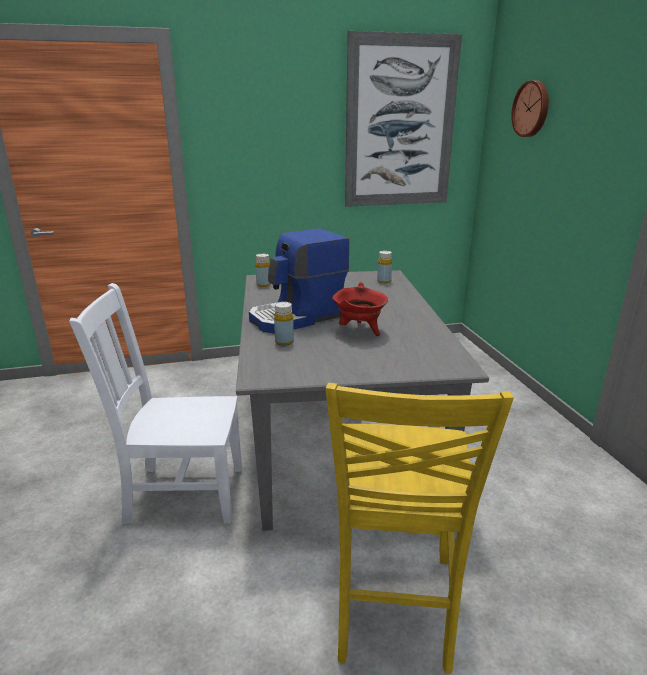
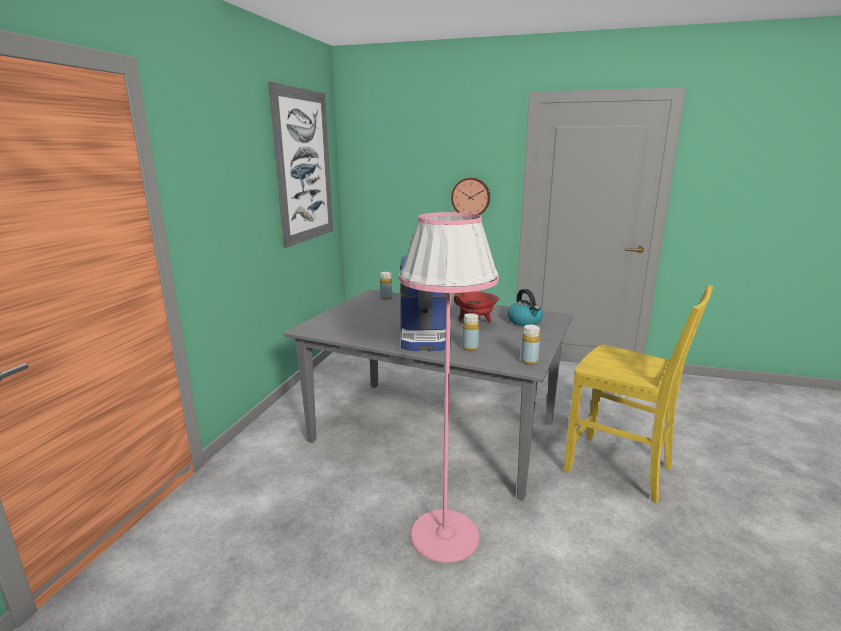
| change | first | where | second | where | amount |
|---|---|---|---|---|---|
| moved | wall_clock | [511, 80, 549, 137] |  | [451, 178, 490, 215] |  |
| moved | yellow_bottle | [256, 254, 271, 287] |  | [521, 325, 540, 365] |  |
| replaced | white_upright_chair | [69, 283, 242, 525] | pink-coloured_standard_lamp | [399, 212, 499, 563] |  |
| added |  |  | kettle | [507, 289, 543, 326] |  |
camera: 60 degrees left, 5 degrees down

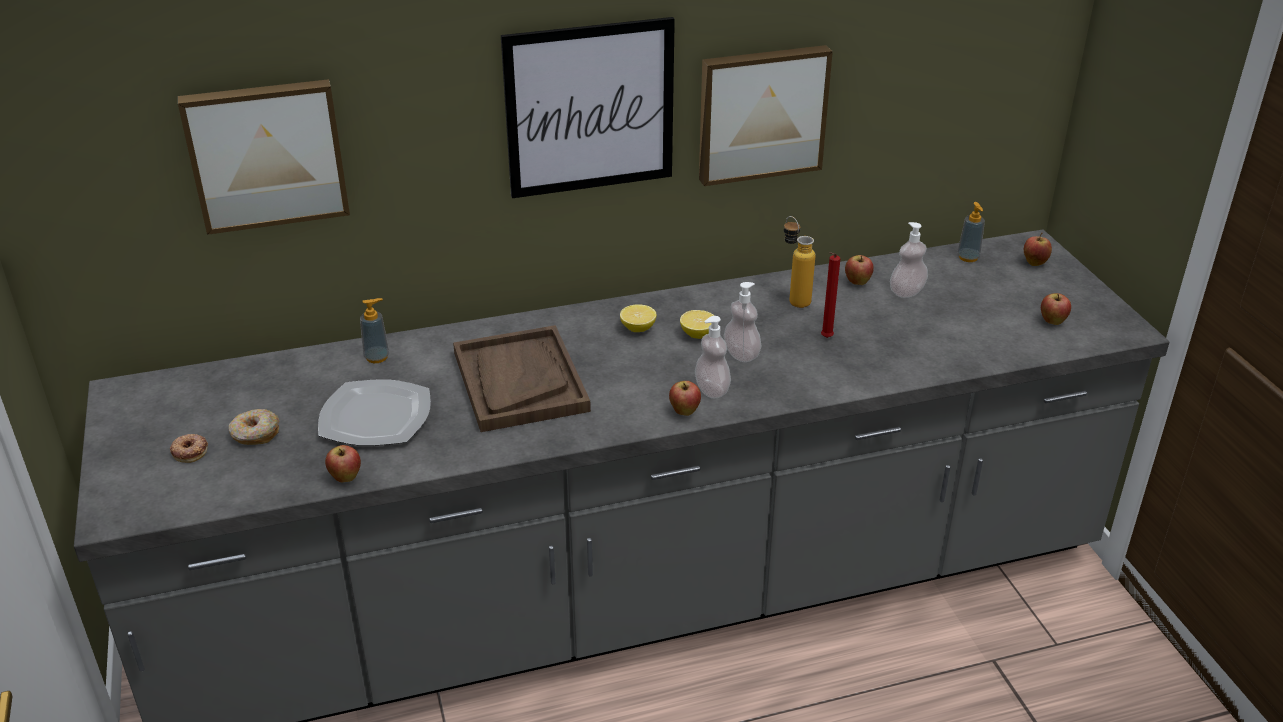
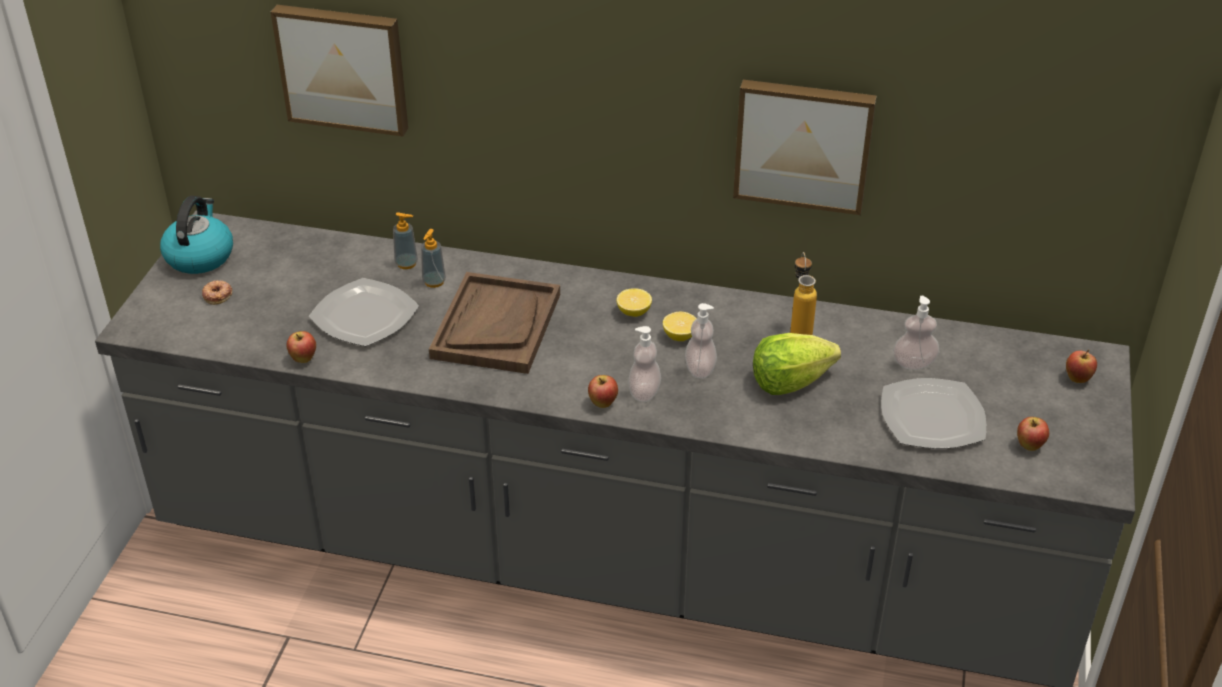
| change | first | where | second | where | amount |
|---|---|---|---|---|---|
| removed | wall_art | [501, 17, 675, 198] |  |  |  |
| moved | liquid_soap_bottle | [957, 202, 985, 262] |  | [421, 229, 446, 288] |  |
| replaced | reddish_wax_light | [821, 252, 840, 338] | head_of_lettuce | [753, 333, 841, 395] |  |
| removed | apple | [845, 255, 874, 285] |  |  |  |
| removed | donut | [229, 409, 279, 445] |  |  |  |
| added |  |  | kettle | [160, 196, 233, 274] |  |
| added |  |  | plate | [881, 378, 986, 449] |  |
camera: 30 degrees right, 5 degrees up

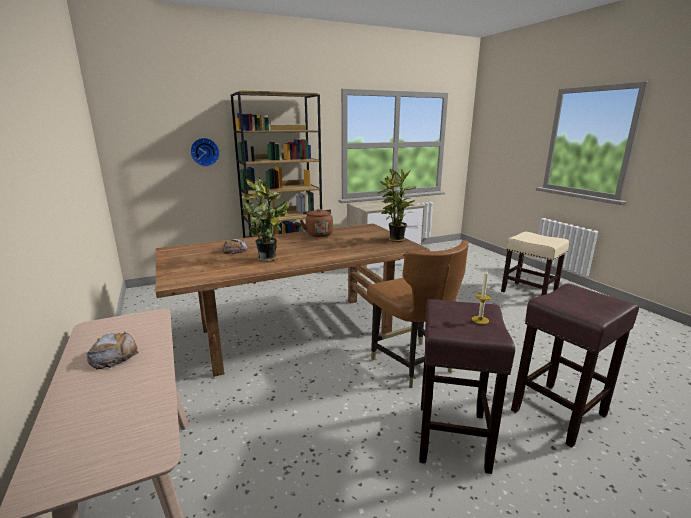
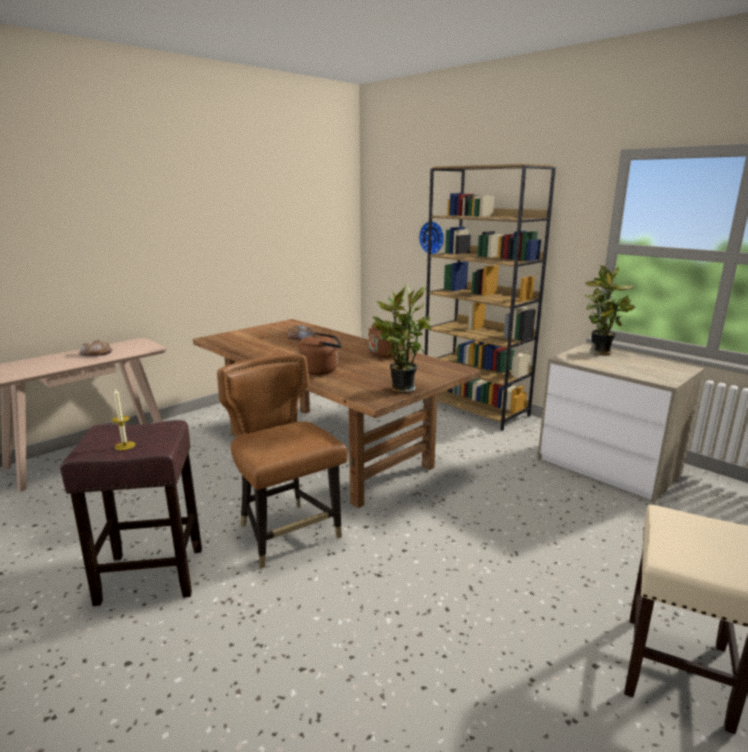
| change | first | where | second | where | amount |
|---|---|---|---|---|---|
| moved | plant_in_a_pot | [242, 178, 289, 262] |  | [585, 266, 636, 355] |  |
| turned | brownish_upright_chair | [367, 240, 469, 388] |  | [217, 354, 347, 569] | 105 degrees clockwise |
| removed | brownish_stool | [511, 283, 639, 448] |  |  |  |
| added |  |  | brownish_kettle | [298, 333, 342, 375] |  |
camera: 70 degrees right, 0 degrees up

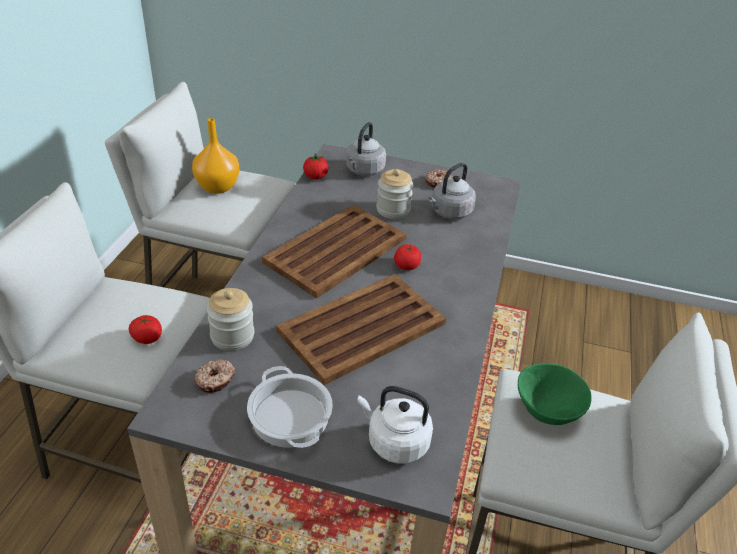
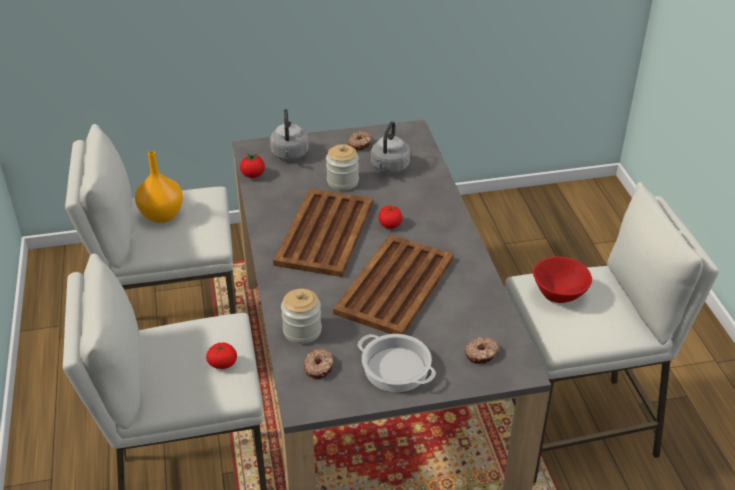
| change | first | where | second | where | amount |
|---|---|---|---|---|---|
| recoloured | green-coloured_bowl | [518, 363, 592, 425] | reddish_bowl | [533, 256, 592, 303] |  |
| replaced | white_kettle | [357, 386, 433, 464] | donut | [465, 337, 500, 364] |  |
camera: 25 degrees left, 0 degrees up

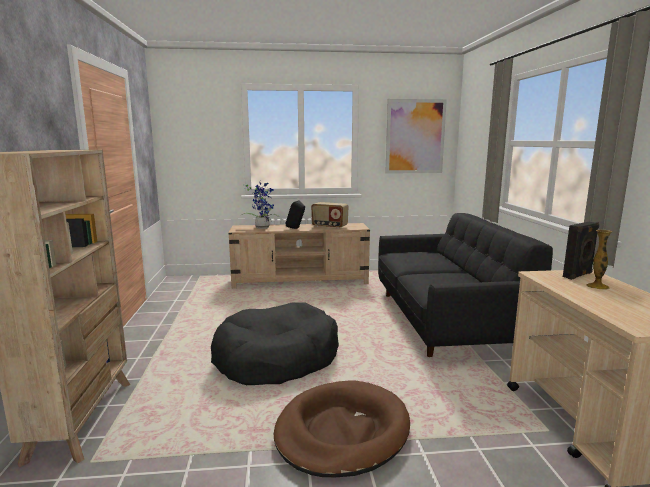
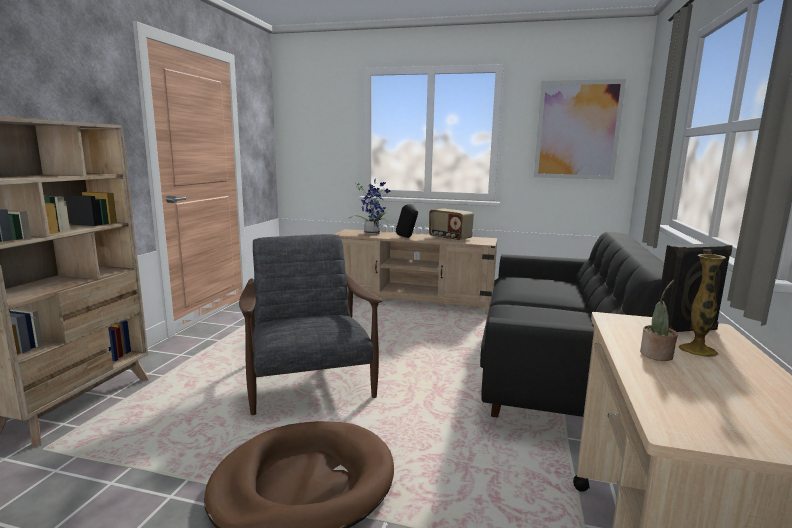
| change | first | where | second | where | amount |
|---|---|---|---|---|---|
| replaced | black-coloured_pet_bed | [211, 302, 339, 385] | greyish_easy_chair | [239, 234, 382, 415] |  |
| added |  |  | plant_in_a_pot | [640, 280, 678, 361] |  |
camera: 20 degrees right, 0 degrees up

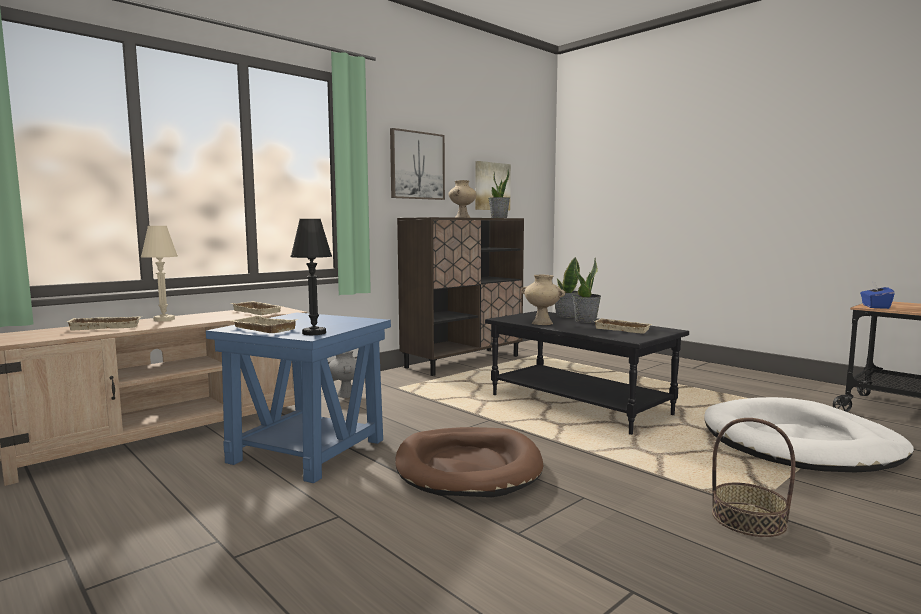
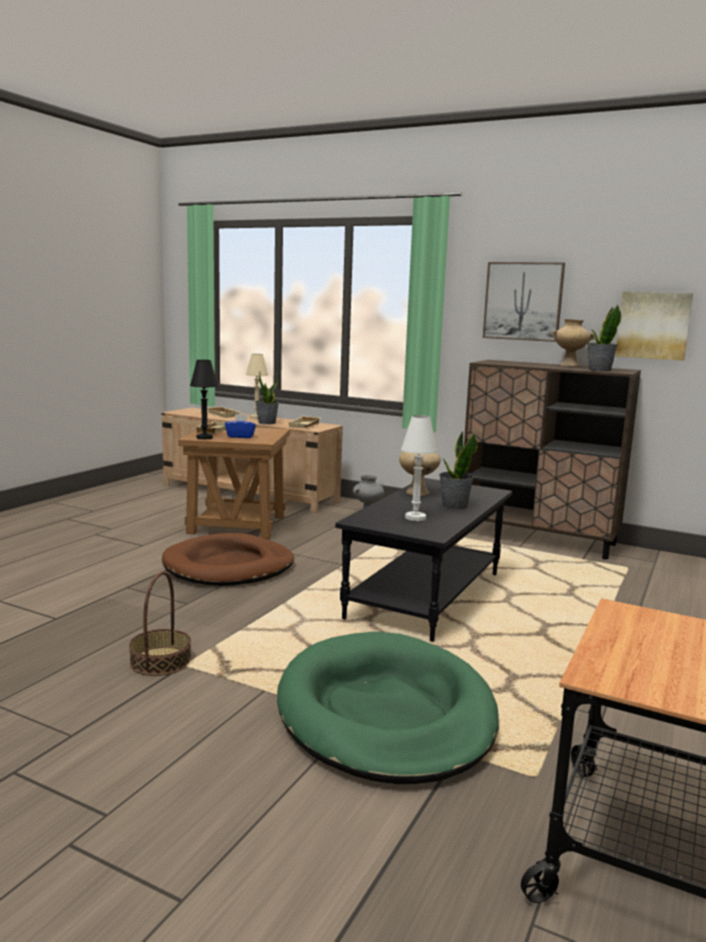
| change | first | where | second | where | amount |
|---|---|---|---|---|---|
| moved | plant_in_a_pot | [555, 257, 580, 318] |  | [255, 373, 279, 424] |  |
| moved | blue-coloured_tissue_box | [860, 281, 895, 309] |  | [225, 414, 256, 438] |  |
| recoloured | blue-coloured_side_table | [206, 312, 391, 483] | brownish_side_table | [178, 427, 290, 539] |  |
| replaced | beige_serving_tray | [595, 318, 652, 334] | white_tabletop_lamp | [401, 415, 438, 521] |  |
| recoloured | white_pet_bed | [704, 397, 914, 472] | green-coloured_pet_bed | [277, 631, 499, 784] |  |
camera: 70 degrees right, 5 degrees up

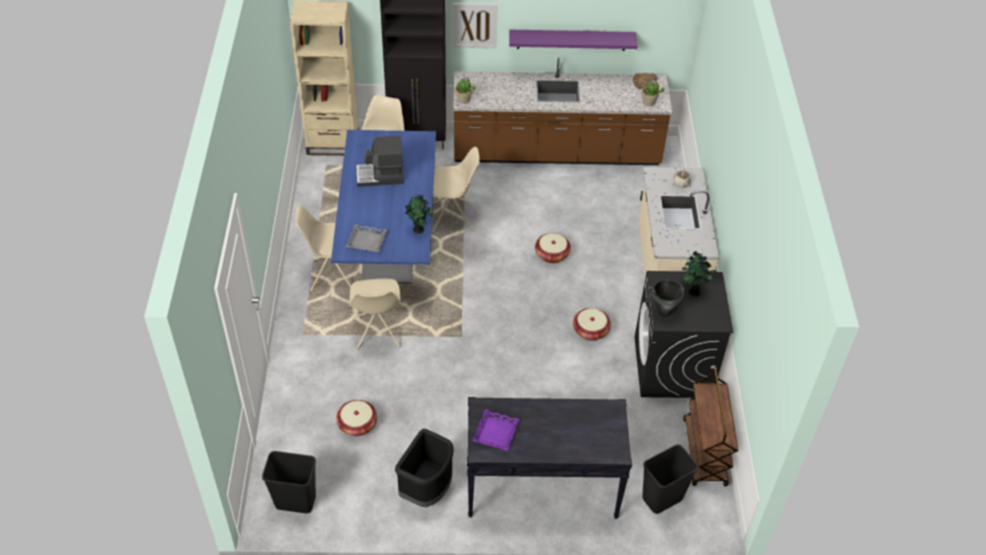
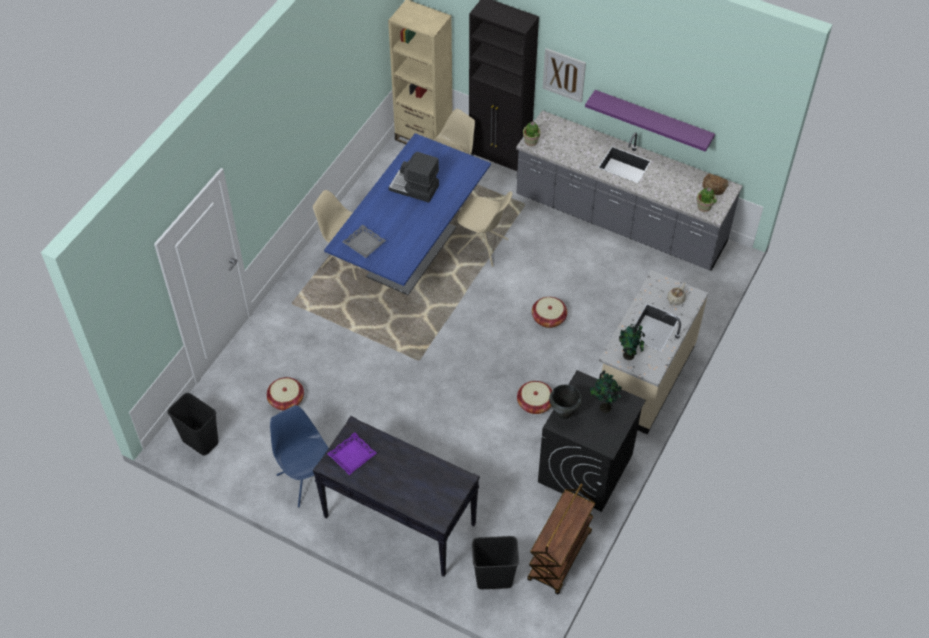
| change | first | where | second | where | amount |
|---|---|---|---|---|---|
| recoloured | brownish_counter | [453, 58, 672, 165] | greyish_counter | [516, 110, 742, 271] |  |
| moved | plant_in_a_pot | [405, 193, 433, 234] |  | [619, 324, 645, 360] |  |
| removed | beige_upright_chair | [350, 279, 401, 350] |  |  |  |
| replaced | black-coloured_rubbish_bin | [395, 429, 454, 507] | blue-coloured_upright_chair | [270, 405, 329, 507] |  |
camera: 30 degrees right, 5 degrees up

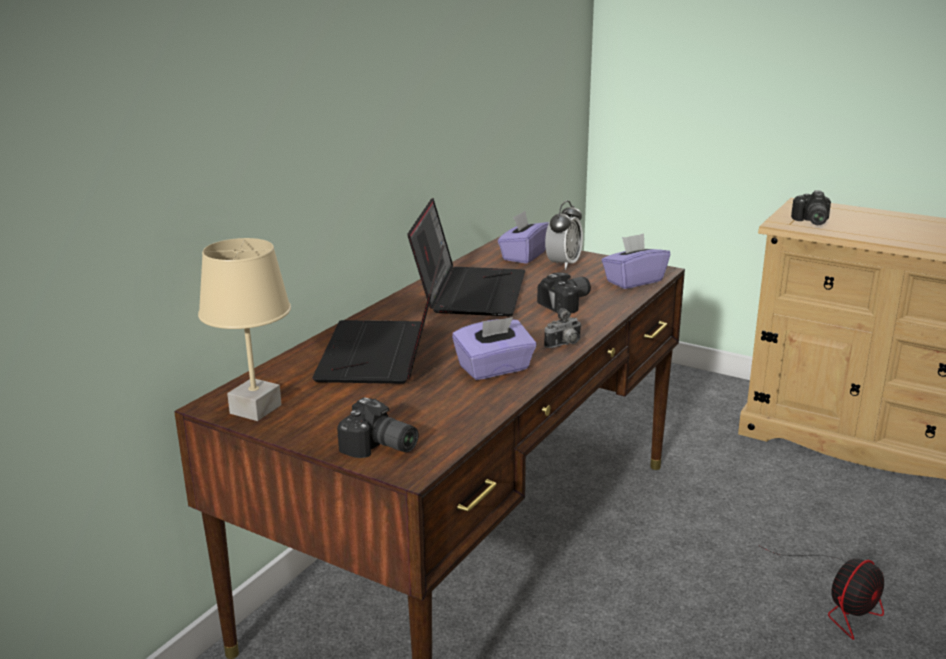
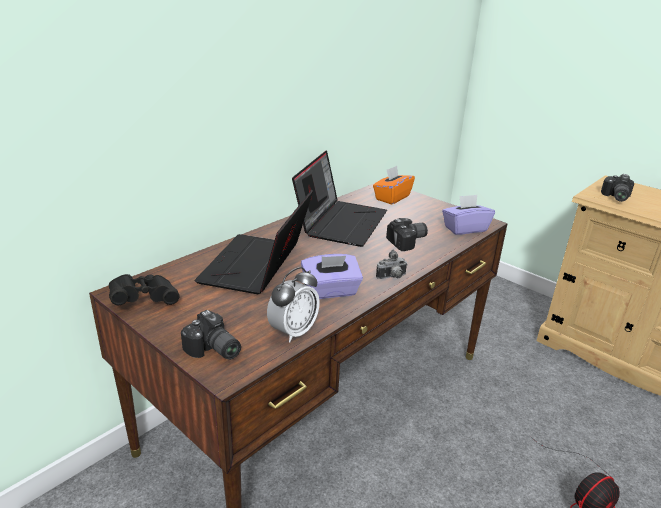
| change | first | where | second | where | amount |
|---|---|---|---|---|---|
| moved | alarm_clock | [545, 200, 583, 270] |  | [267, 267, 320, 343] |  |
| recoloured | purplish_tissue_box | [498, 211, 549, 264] | orangey_tissue_box | [373, 166, 415, 205] |  |
| replaced | beige_tabletop_lamp | [198, 238, 291, 421] | black-coloured_binoculars | [109, 274, 179, 305] |  |
camera: 10 degrees right, 5 degrees up

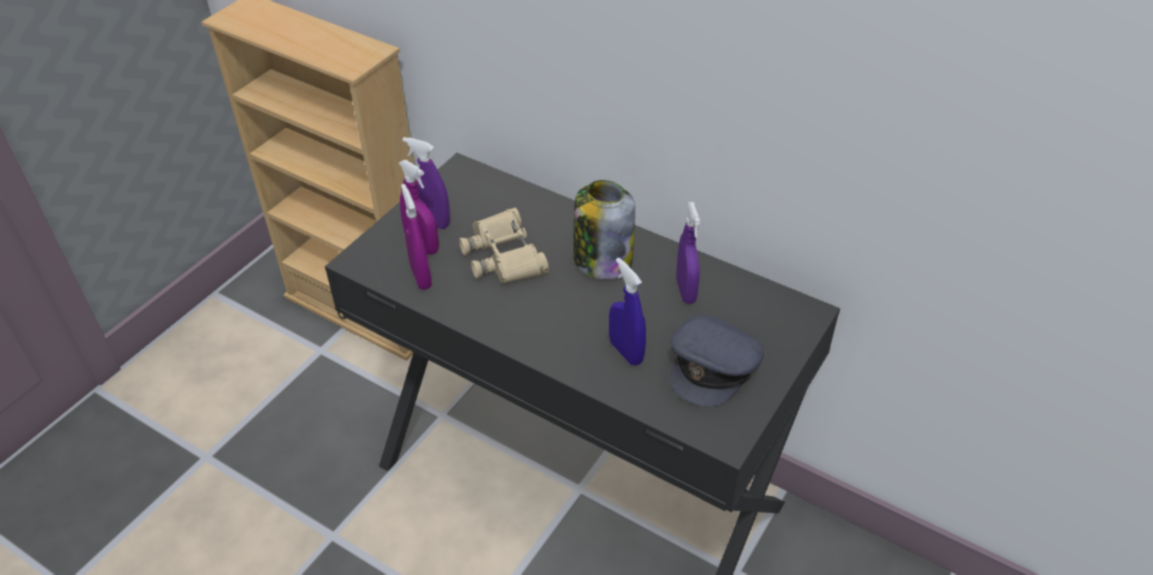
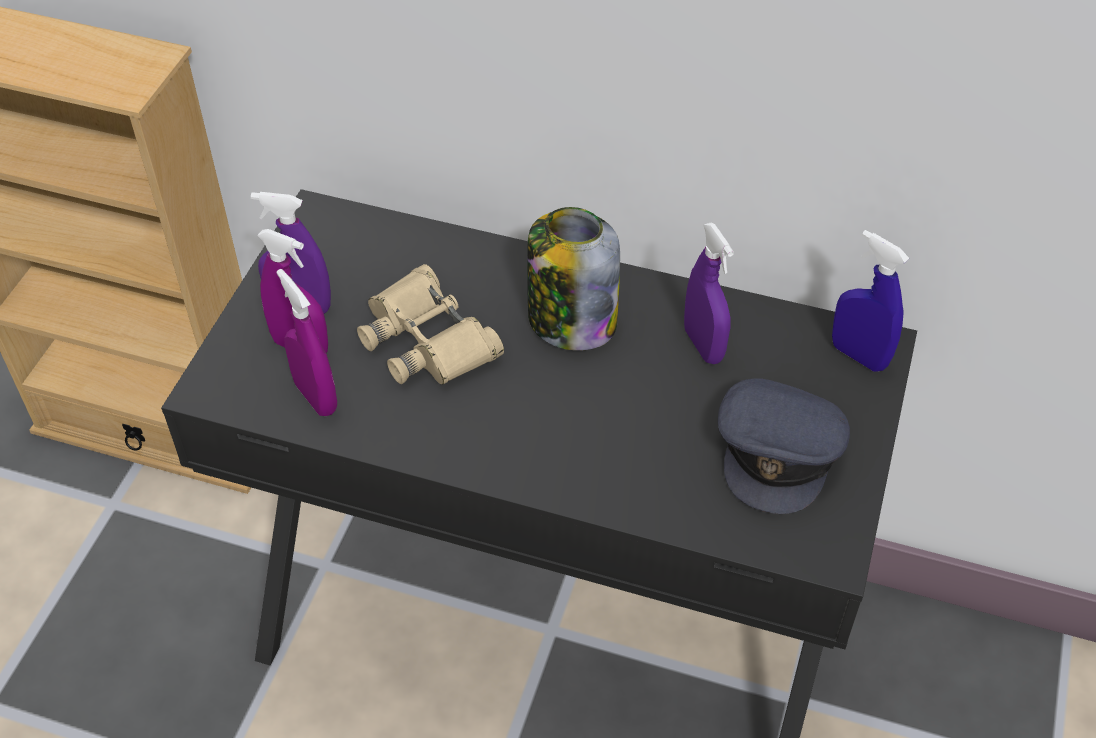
| change | first | where | second | where | amount |
|---|---|---|---|---|---|
| moved | blue-coloured_hand_sprayer | [609, 258, 646, 366] |  | [832, 230, 909, 372] |  |
camera: 15 degrees left, 5 degrees up

